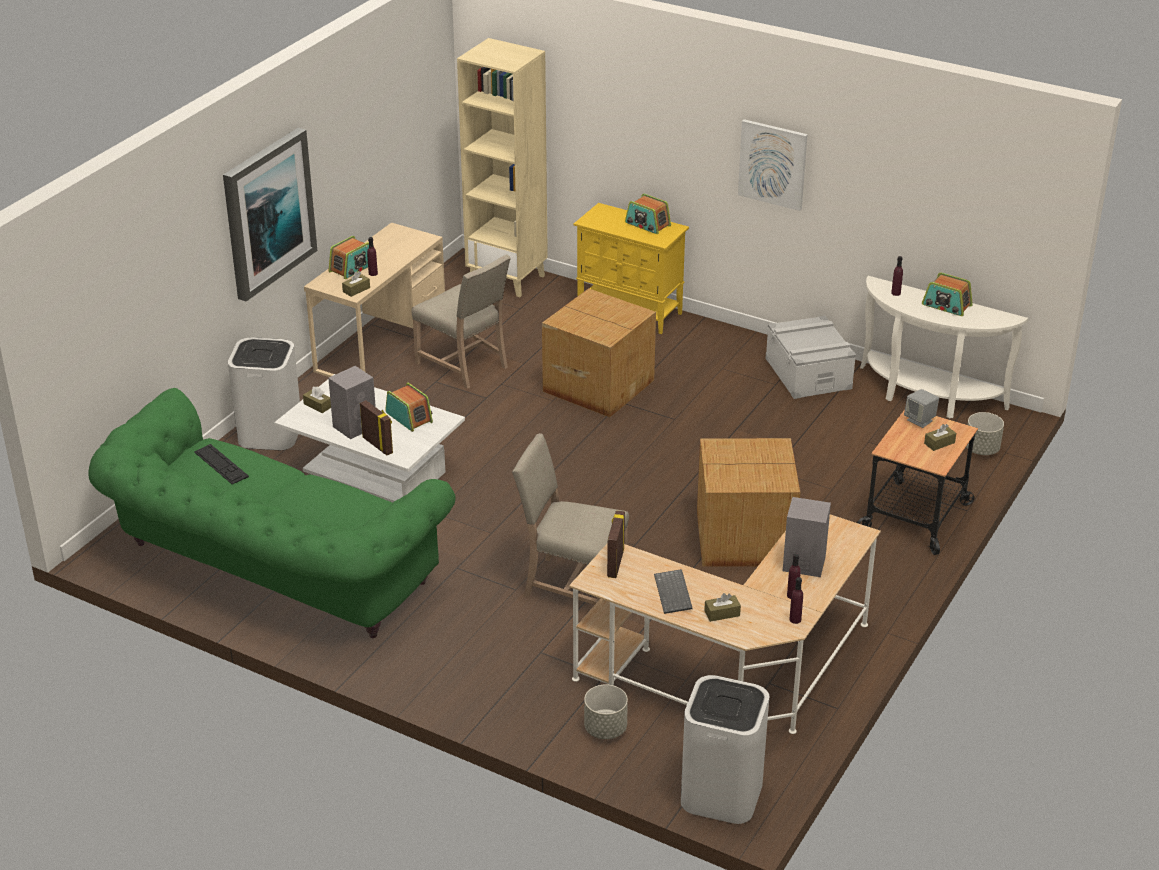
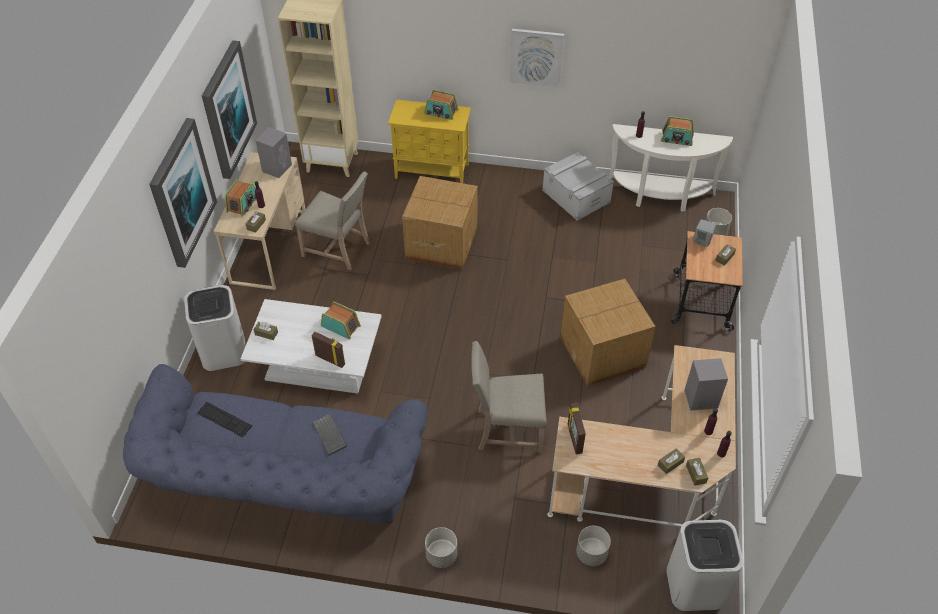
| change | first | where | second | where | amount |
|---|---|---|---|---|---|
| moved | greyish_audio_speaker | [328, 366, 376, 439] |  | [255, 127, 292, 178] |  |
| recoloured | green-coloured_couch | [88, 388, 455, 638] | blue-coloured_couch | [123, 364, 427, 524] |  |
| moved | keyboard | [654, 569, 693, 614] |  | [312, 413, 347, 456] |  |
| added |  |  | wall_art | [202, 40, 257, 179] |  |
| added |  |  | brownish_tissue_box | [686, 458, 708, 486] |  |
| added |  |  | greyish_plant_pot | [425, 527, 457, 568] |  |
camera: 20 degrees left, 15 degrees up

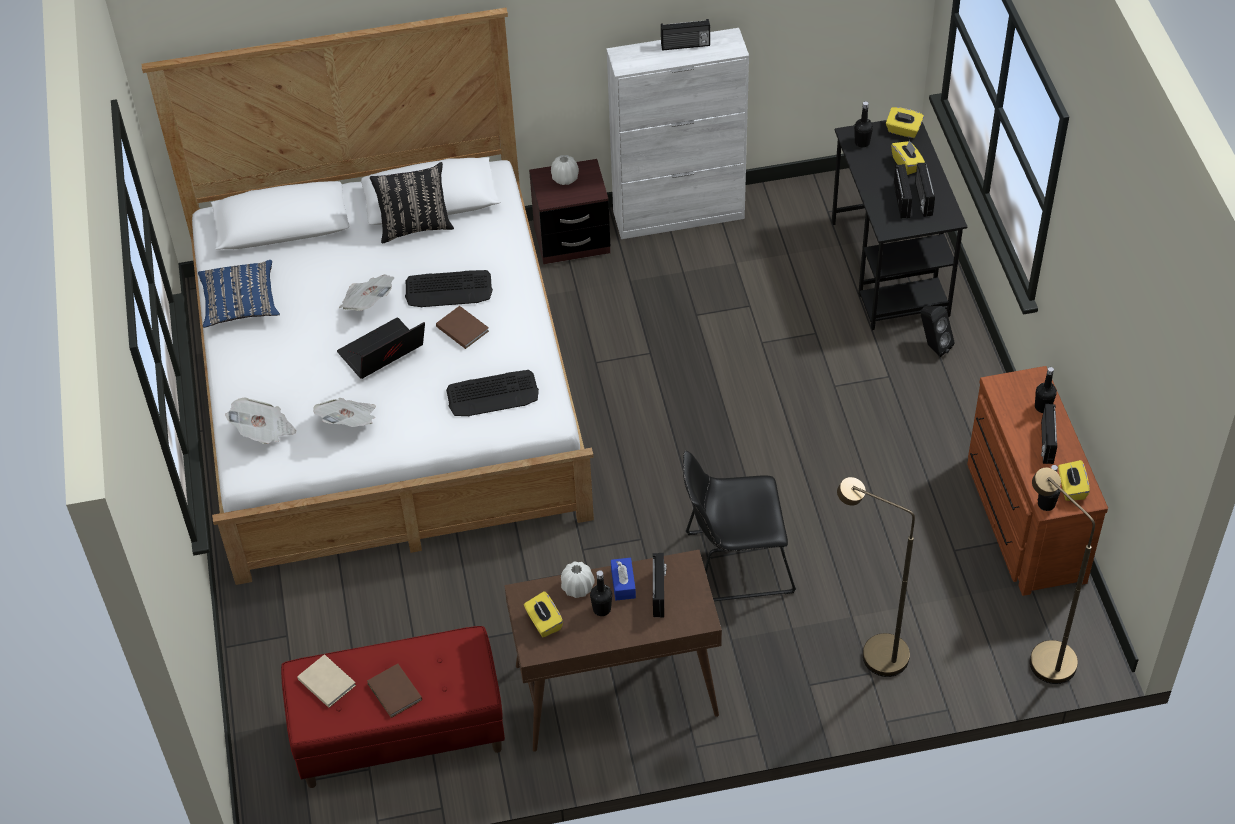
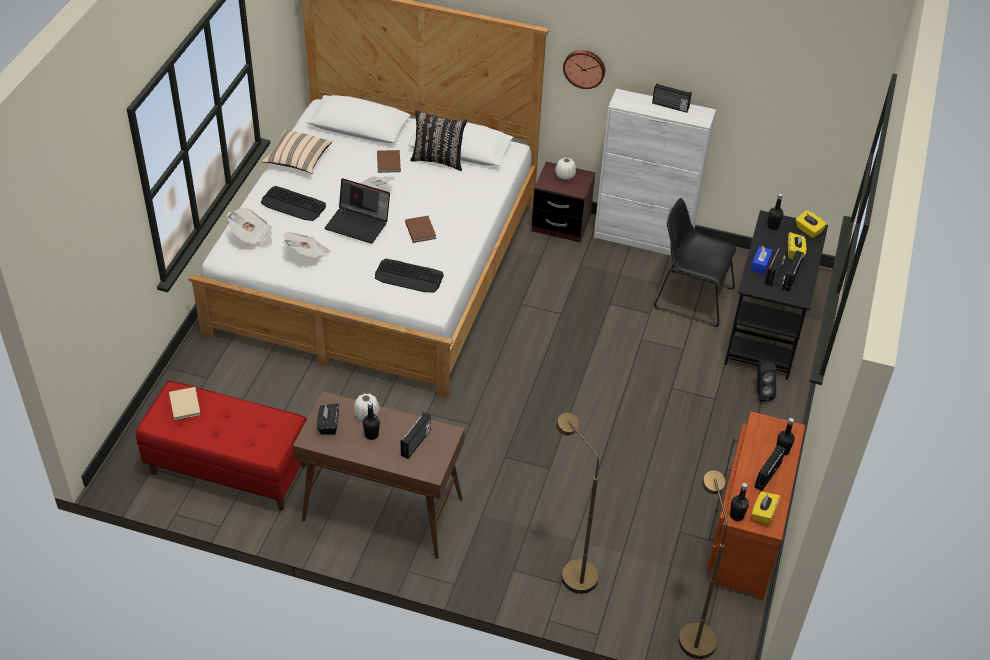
| change | first | where | second | where | amount |
|---|---|---|---|---|---|
| recoloured | blue-coloured_throw_pillow | [198, 260, 280, 328] | beige_throw_pillow | [262, 130, 332, 174] |  |
| moved | keyboard | [405, 270, 493, 307] |  | [261, 186, 326, 221] |  |
| turned | laptop | [337, 318, 425, 379] |  | [325, 178, 390, 244] | 150 degrees counterclockwise |
| moved | black-coloured_upright_chair | [683, 451, 796, 601] |  | [654, 198, 736, 327] |  |
| moved | blue-coloured_tissue_box | [611, 558, 636, 600] |  | [751, 246, 773, 274] |  |
| recoloured | yellow_tissue_box | [524, 591, 563, 637] | black-coloured_tissue_box | [317, 403, 339, 435] |  |
| moved | brownish_bound_book | [367, 664, 422, 718] |  | [377, 150, 401, 173] |  |
| added |  |  | wall_clock | [563, 50, 605, 89] |  |
camera: 25 degrees right, 5 degrees down

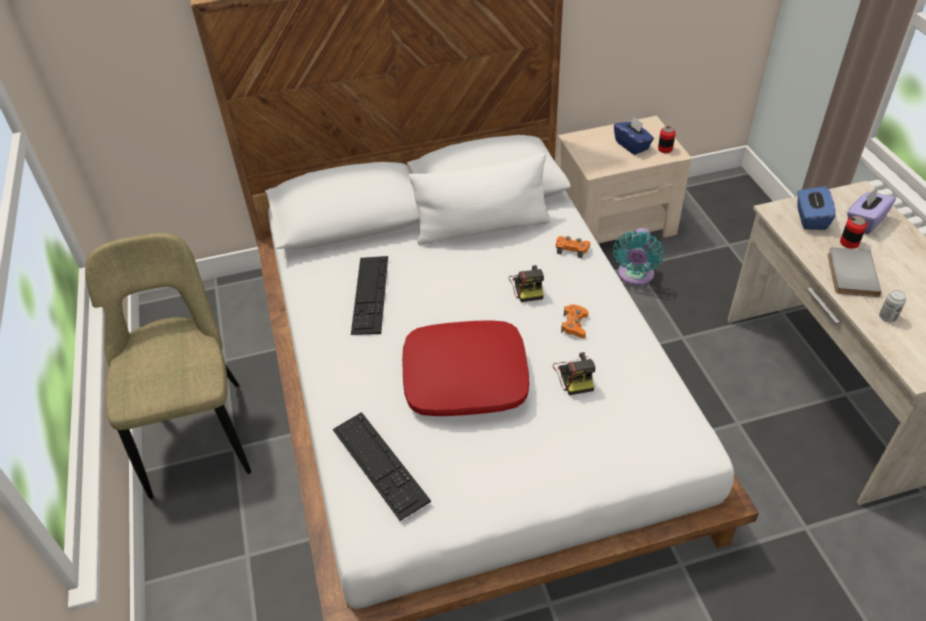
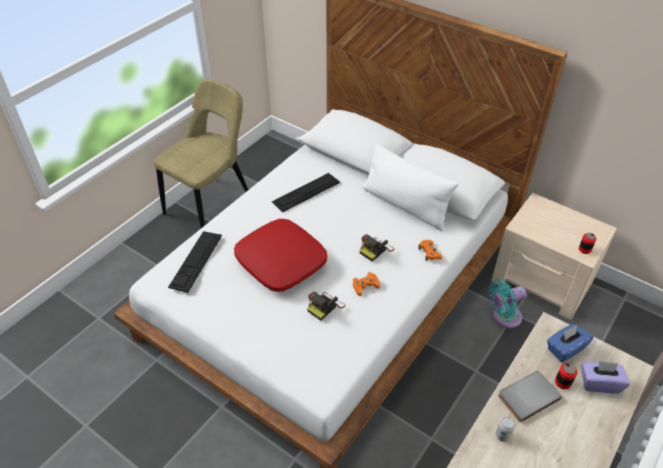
| change | first | where | second | where | amount |
|---|---|---|---|---|---|
| removed | blue-coloured_tissue_box | [614, 117, 654, 155] |  |  |  |
camera: 50 degrees right, 0 degrees up

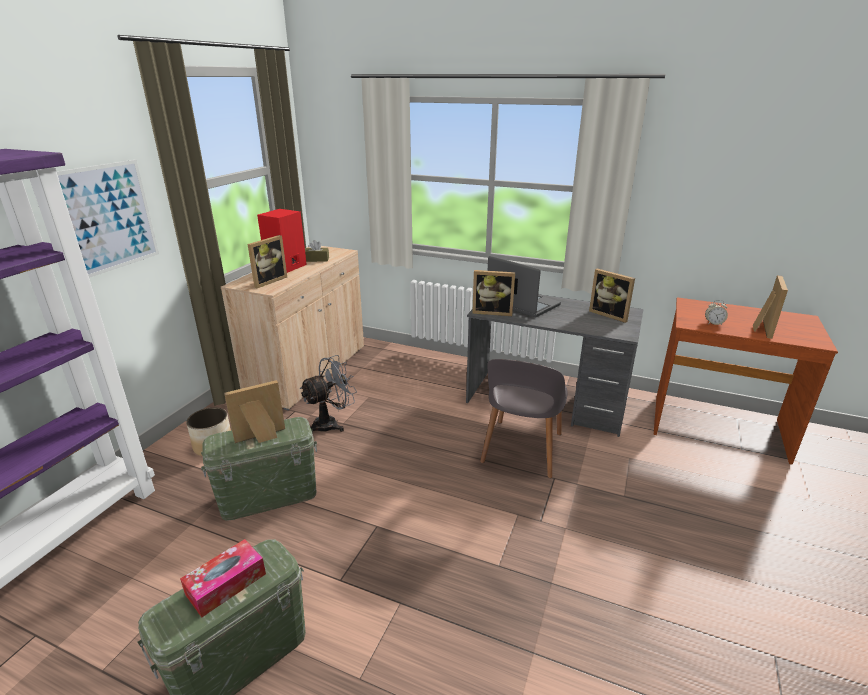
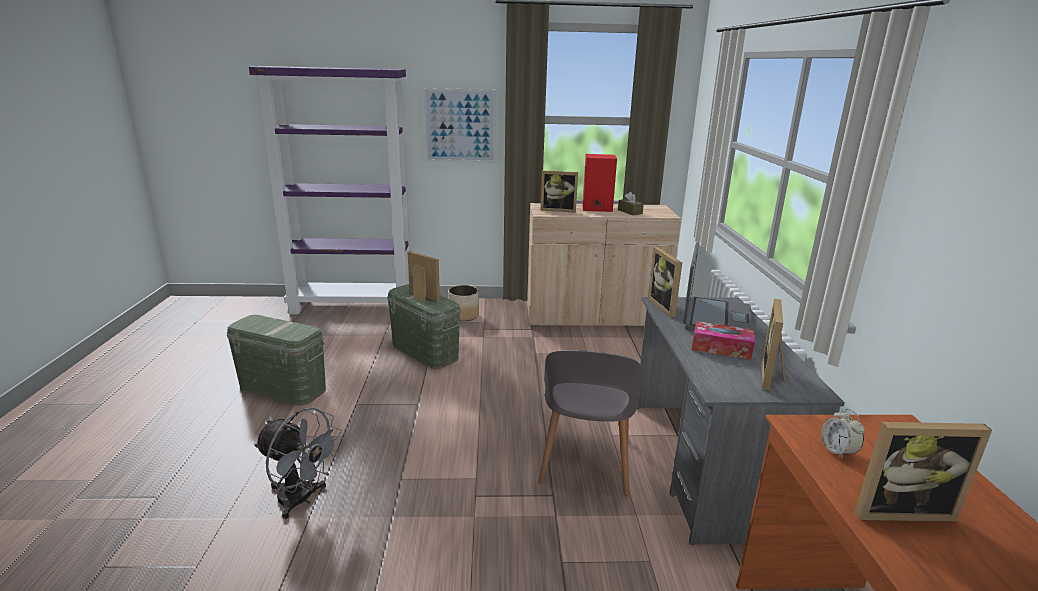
| change | first | where | second | where | amount |
|---|---|---|---|---|---|
| moved | greyish_fan | [300, 355, 357, 432] |  | [254, 408, 342, 519] |  |
| turned | greyish_upright_chair | [480, 359, 568, 478] |  | [538, 350, 642, 496] | 75 degrees counterclockwise |
| moved | tissue_box | [180, 539, 266, 617] |  | [692, 321, 755, 360] |  |
camera: 65 degrees right, 5 degrees down

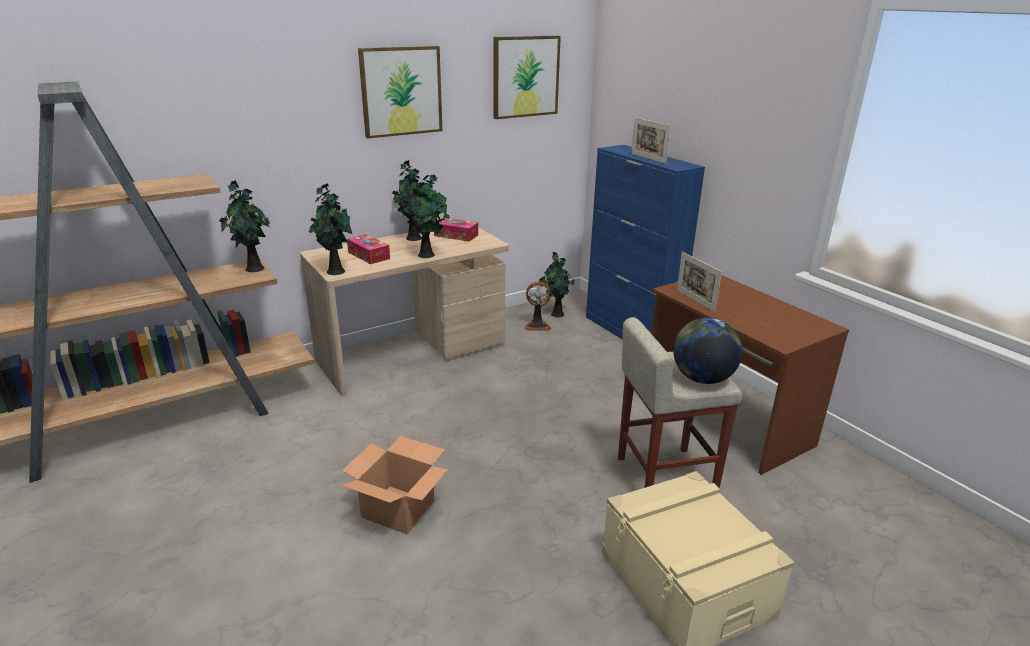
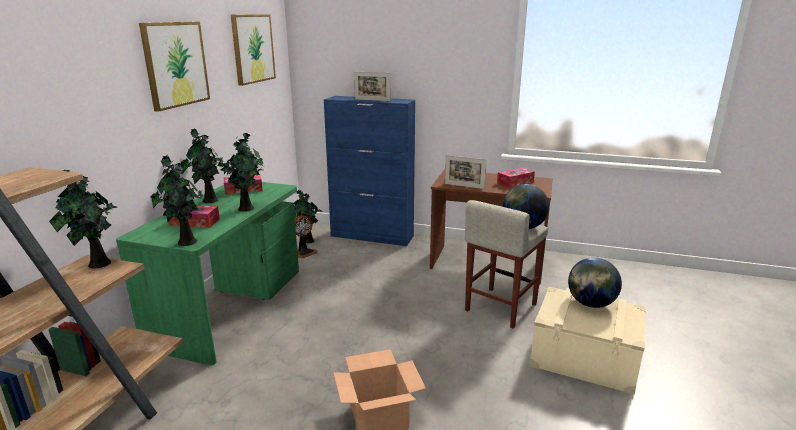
| change | first | where | second | where | amount |
|---|---|---|---|---|---|
| recoloured | beige_desk | [300, 227, 508, 396] | green-coloured_desk | [116, 182, 299, 365] |  |
| added |  |  | tissue_box | [497, 168, 535, 188] |  |
| added |  |  | desk_globe | [568, 258, 622, 308] |  |
camera: 40 degrees left, 5 degrees down

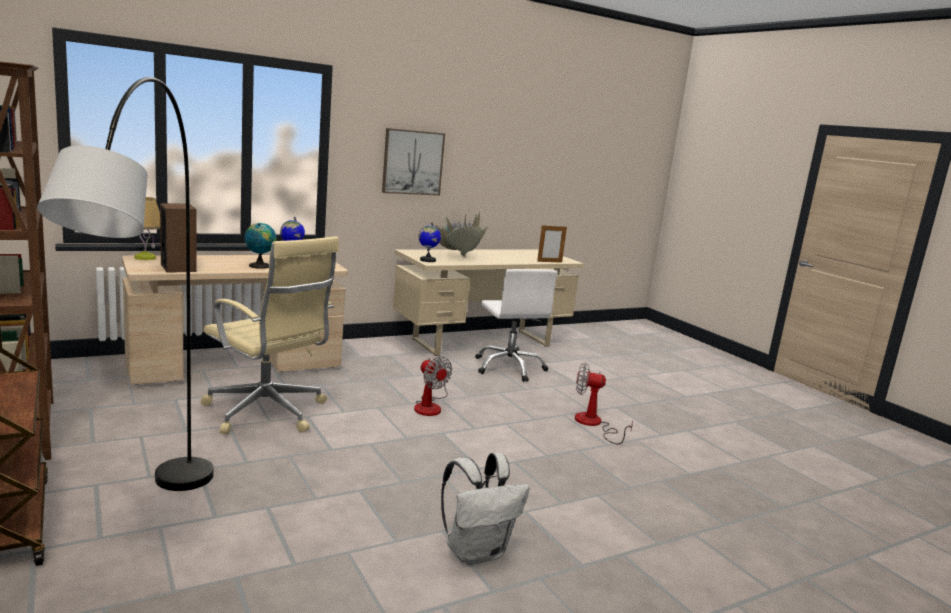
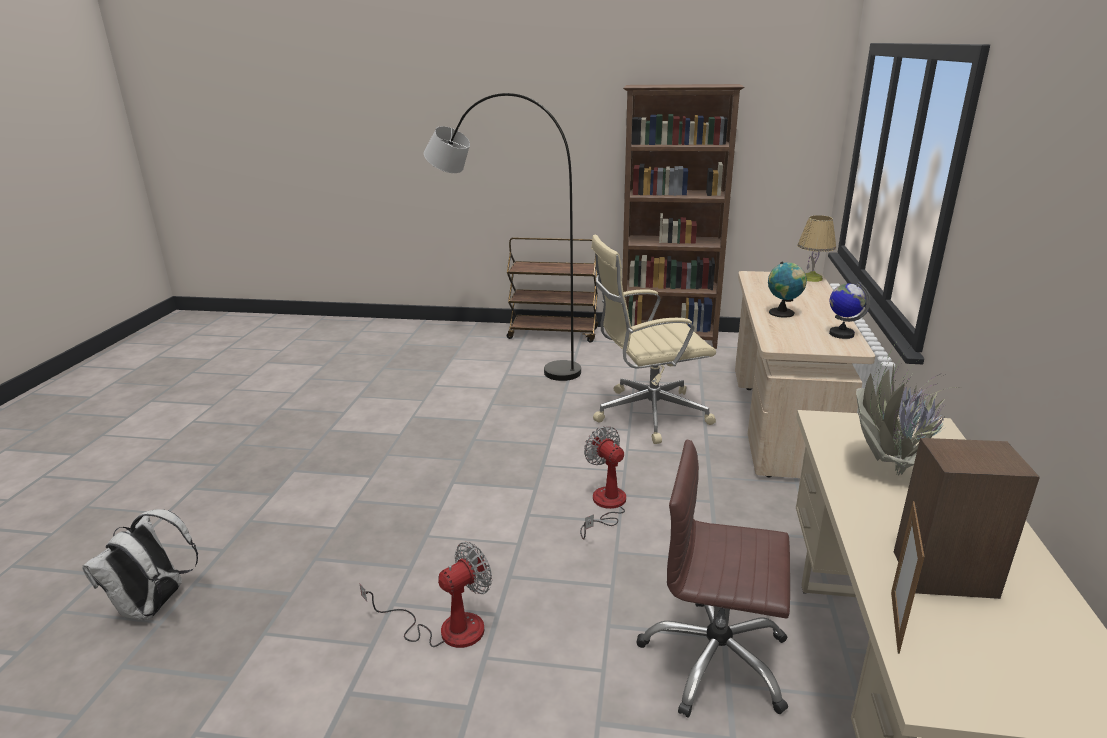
| change | first | where | second | where | amount |
|---|---|---|---|---|---|
| removed | wall_art | [382, 128, 445, 195] |  |  |  |
| moved | audio_speaker | [160, 203, 197, 273] |  | [894, 438, 1040, 599] |  |
| removed | desk_globe | [418, 222, 441, 262] |  |  |  |
| recoloured | white_desk_chair | [475, 269, 557, 382] | brownish_desk_chair | [636, 440, 790, 718] |  |
| turned | fan | [414, 356, 452, 416] |  | [580, 426, 626, 540] | 60 degrees clockwise |
| moved | white_rucksack | [441, 453, 530, 565] |  | [82, 509, 198, 620] |  |
camera: 130 degrees right, 10 degrees up

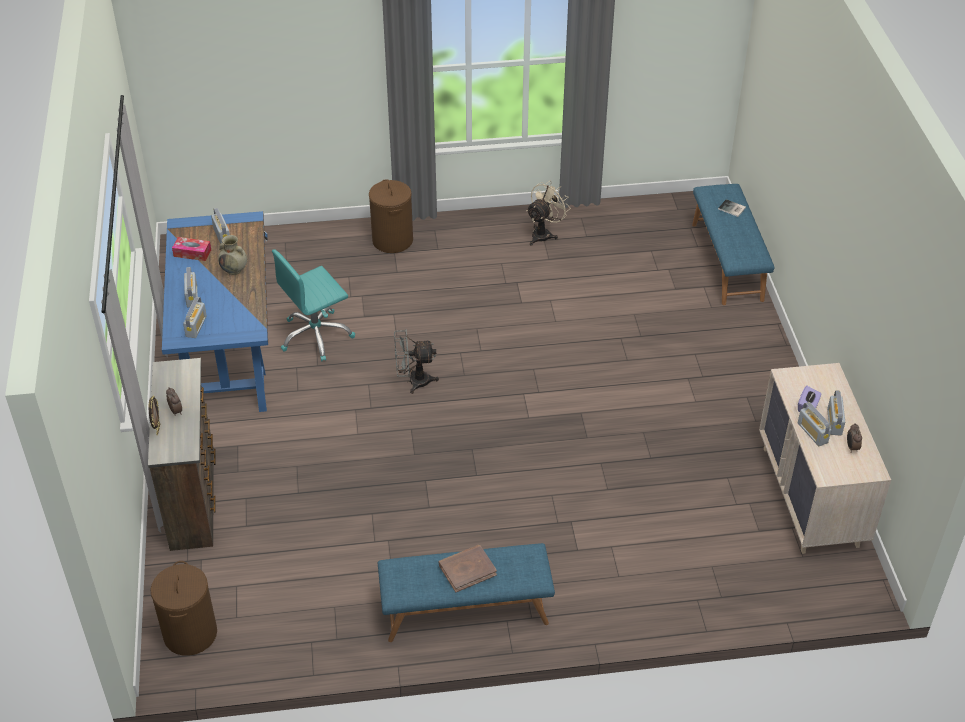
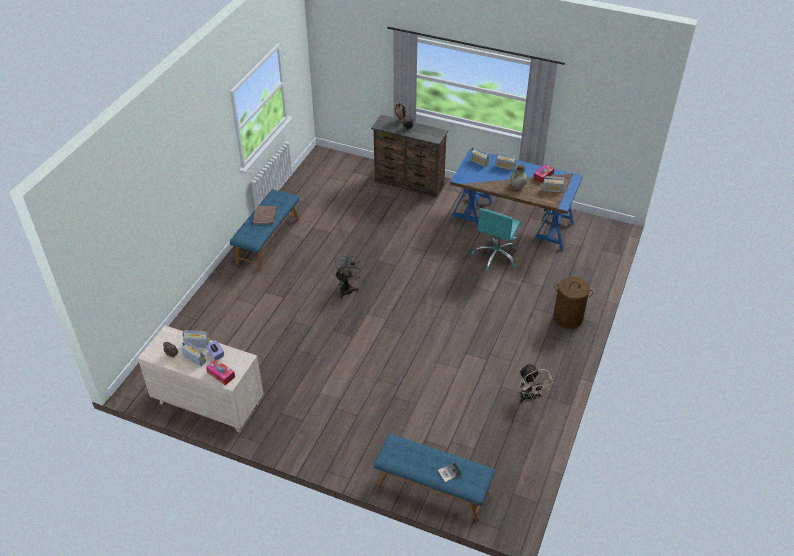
| change | first | where | second | where | amount |
|---|---|---|---|---|---|
| turned | turquoise-coloured_desk_chair | [272, 249, 355, 361] |  | [472, 208, 521, 271] | 150 degrees counterclockwise |
| moved | greyish_fan | [394, 329, 439, 394] |  | [335, 252, 365, 299] |  |
| removed | brownish_laundry_basket | [150, 561, 217, 656] |  |  |  |
| added |  |  | tissue_box | [206, 359, 235, 385] |  |
camera: 120 degrees right, 0 degrees up

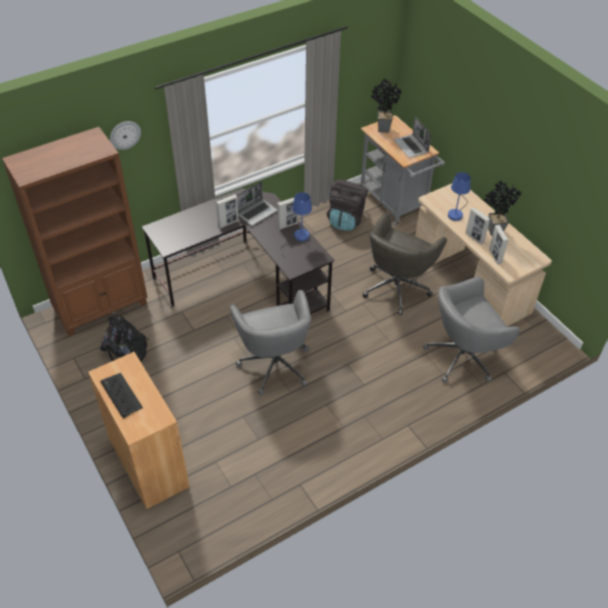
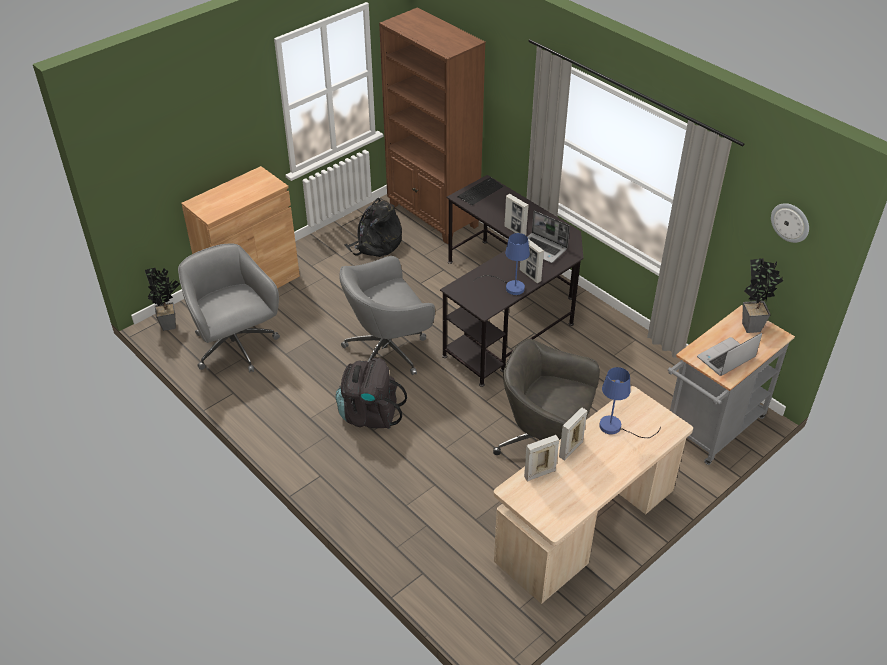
| change | first | where | second | where | amount |
|---|---|---|---|---|---|
| moved | wall_clock | [110, 121, 141, 150] |  | [771, 203, 809, 243] |  |
| moved | black-coloured_rucksack | [327, 179, 367, 231] |  | [336, 358, 407, 429] |  |
| moved | plant_in_a_pot | [483, 181, 522, 236] |  | [145, 268, 180, 331] |  |
| moved | greyish_desk_chair | [423, 277, 520, 383] |  | [178, 244, 280, 372] |  |
| moved | keyboard | [100, 373, 143, 418] |  | [458, 177, 503, 206] |  |
camera: 80 degrees right, 5 degrees down

